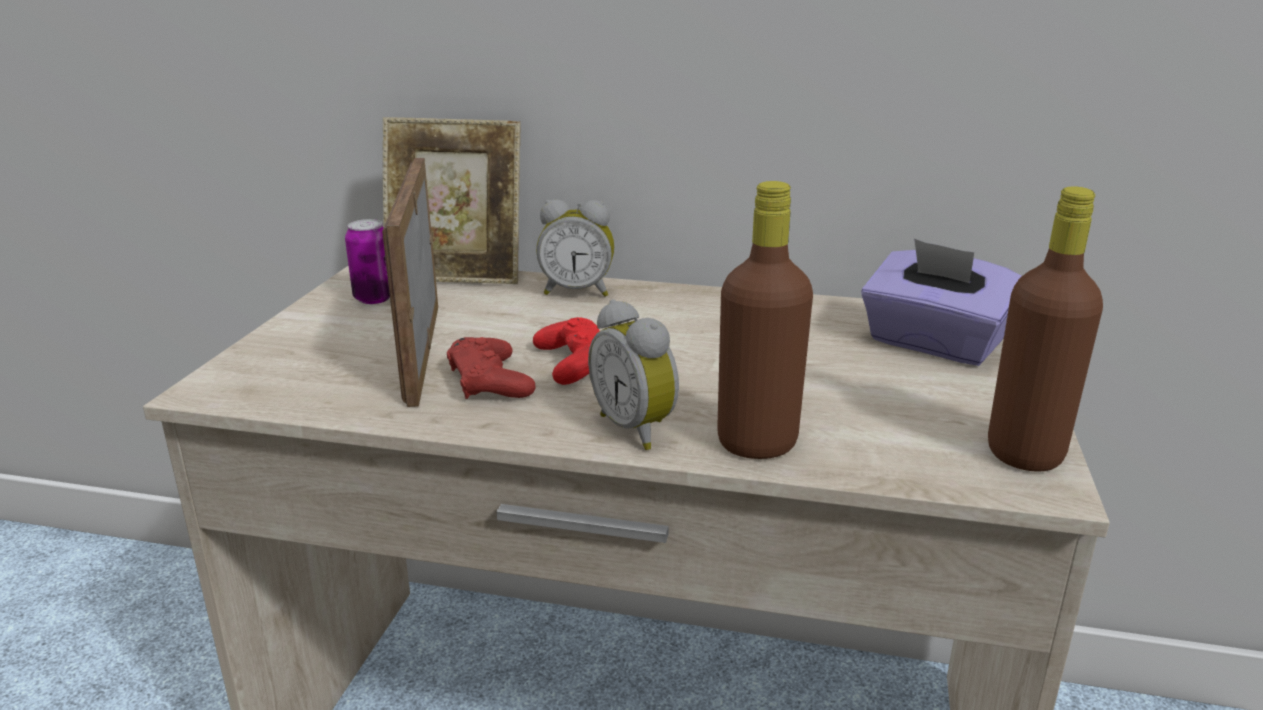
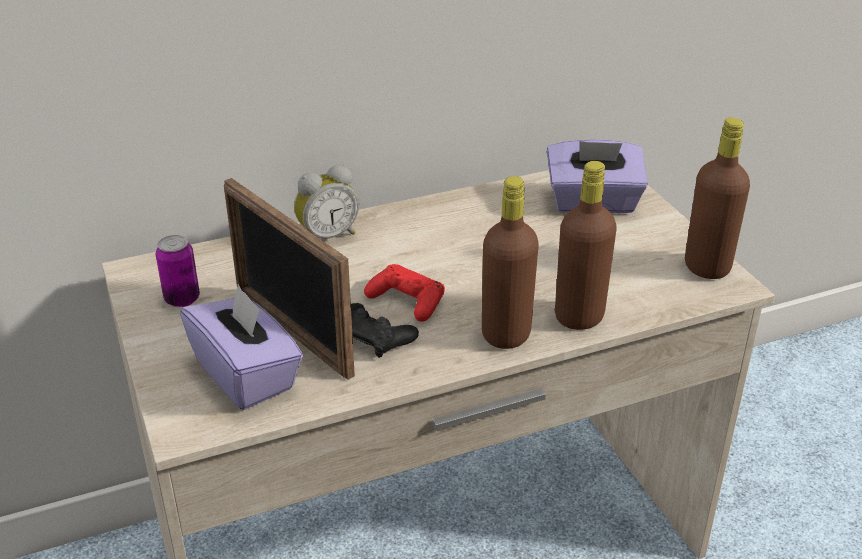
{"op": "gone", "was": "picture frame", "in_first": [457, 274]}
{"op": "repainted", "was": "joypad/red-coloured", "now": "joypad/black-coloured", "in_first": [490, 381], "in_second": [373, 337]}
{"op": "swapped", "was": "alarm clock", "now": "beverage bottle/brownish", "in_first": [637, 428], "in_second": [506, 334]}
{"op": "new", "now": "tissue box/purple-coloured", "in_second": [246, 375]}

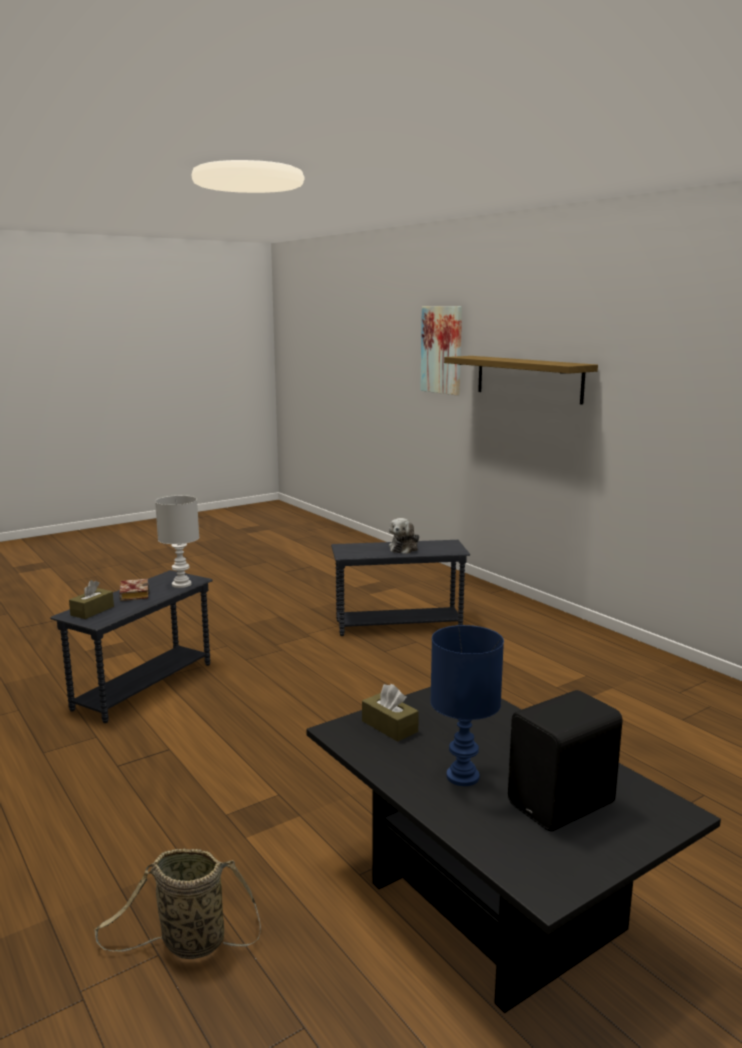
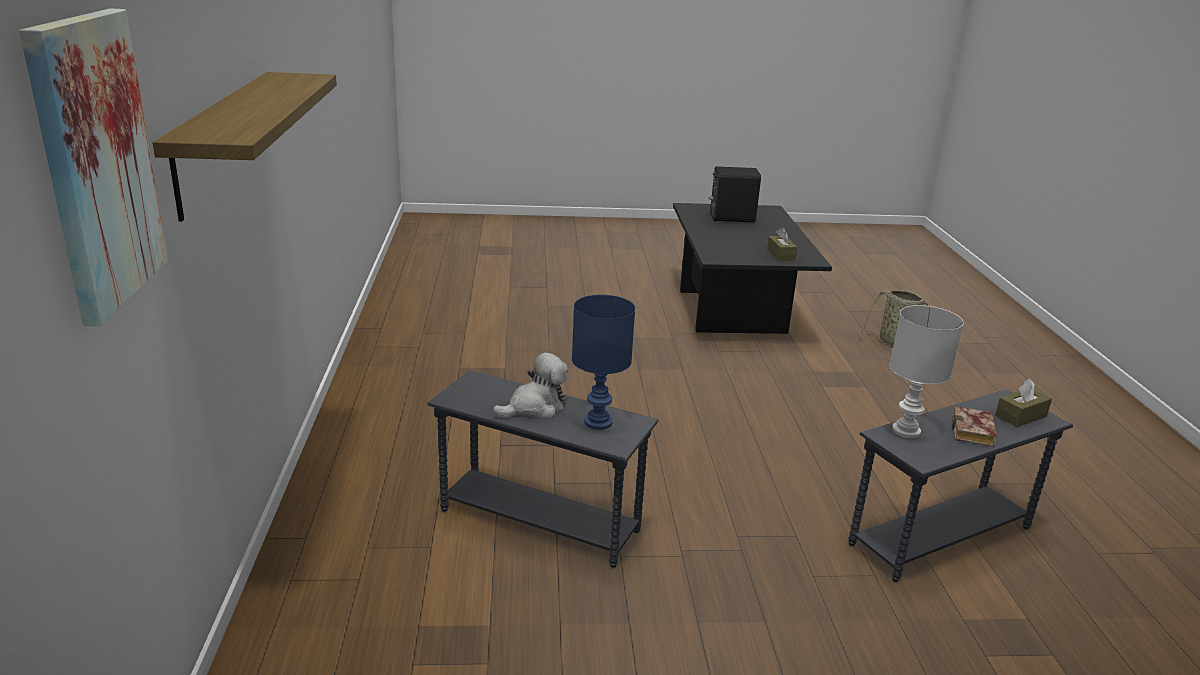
{"op": "shifted", "was": "lamp for a table/bluish", "in_first": [464, 777], "in_second": [597, 422]}

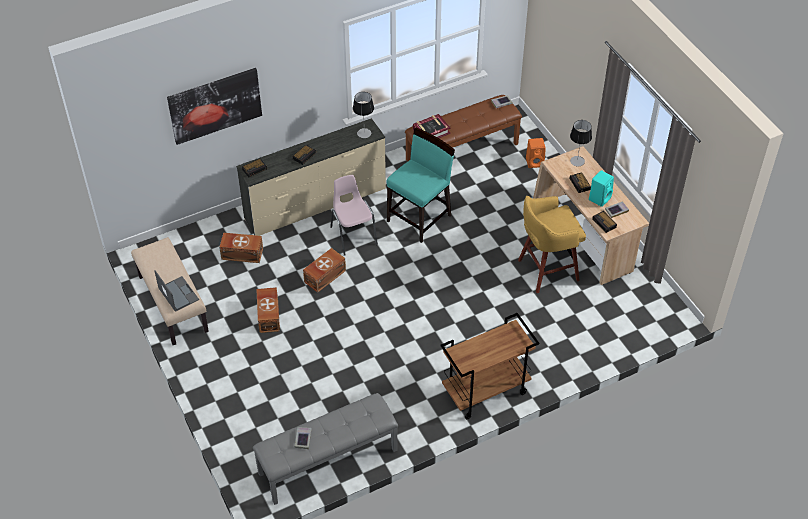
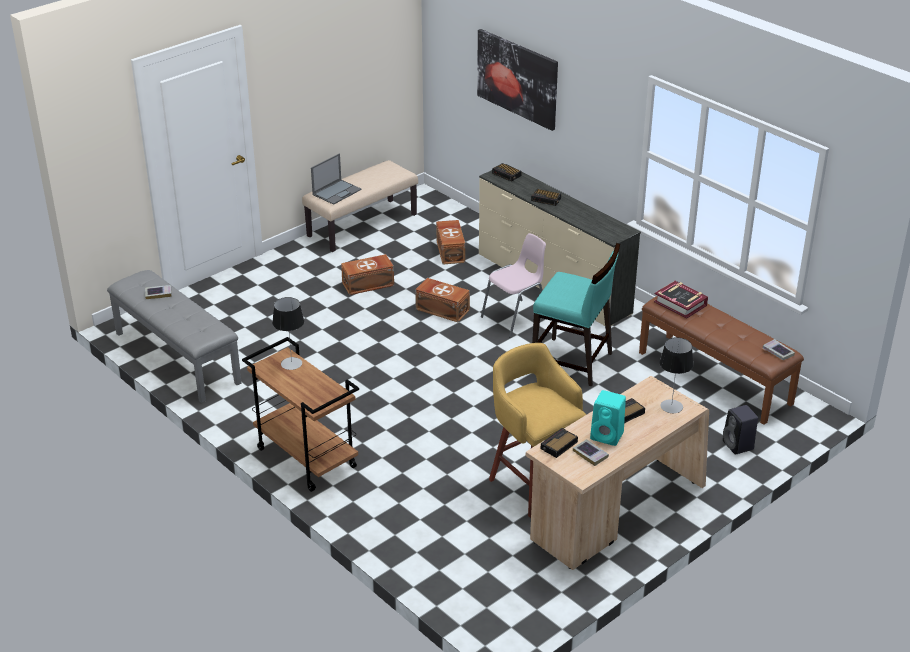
{"op": "shifted", "was": "lamp for a table", "in_first": [364, 133], "in_second": [291, 363]}
{"op": "repainted", "was": "speaker/orange", "now": "speaker/black-coloured", "in_first": [535, 162], "in_second": [738, 446]}

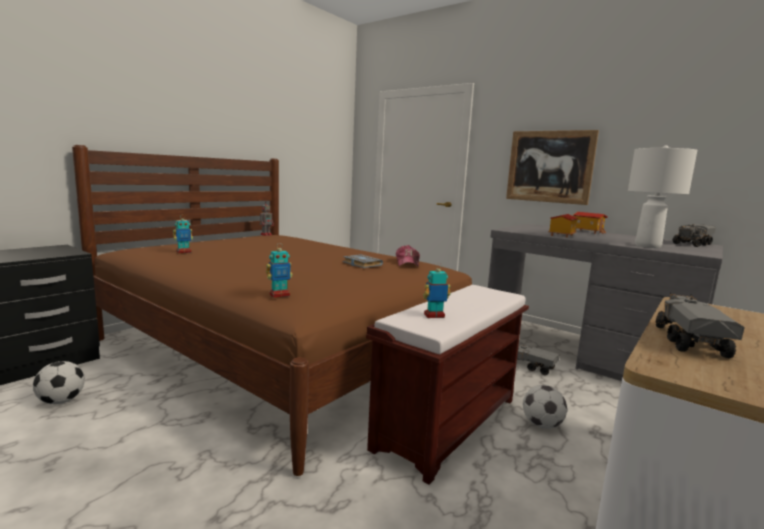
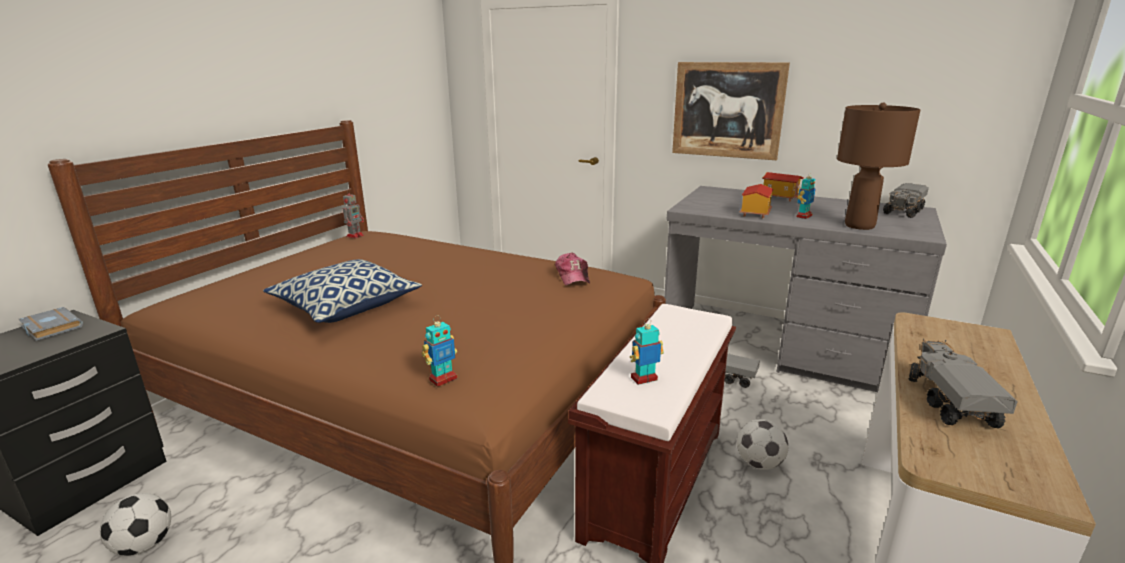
{"op": "shifted", "was": "toy robot", "in_first": [183, 252], "in_second": [803, 216]}
{"op": "shifted", "was": "book/gray", "in_first": [361, 264], "in_second": [50, 328]}
{"op": "repainted", "was": "lamp for a table/white", "now": "lamp for a table/brownish", "in_first": [647, 246], "in_second": [859, 225]}
{"op": "new", "now": "throw pillow", "in_second": [346, 306]}

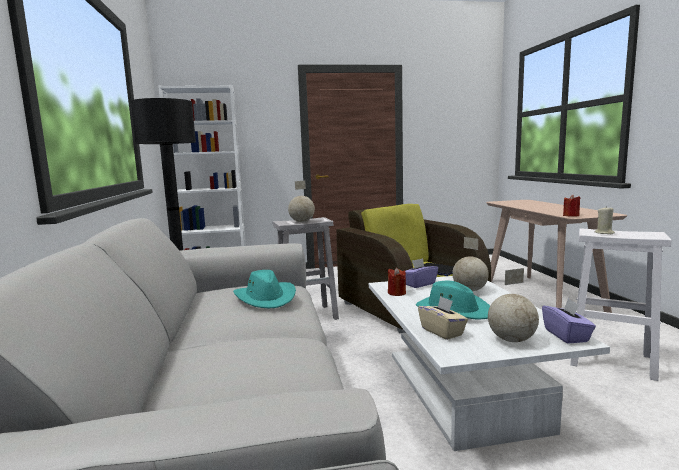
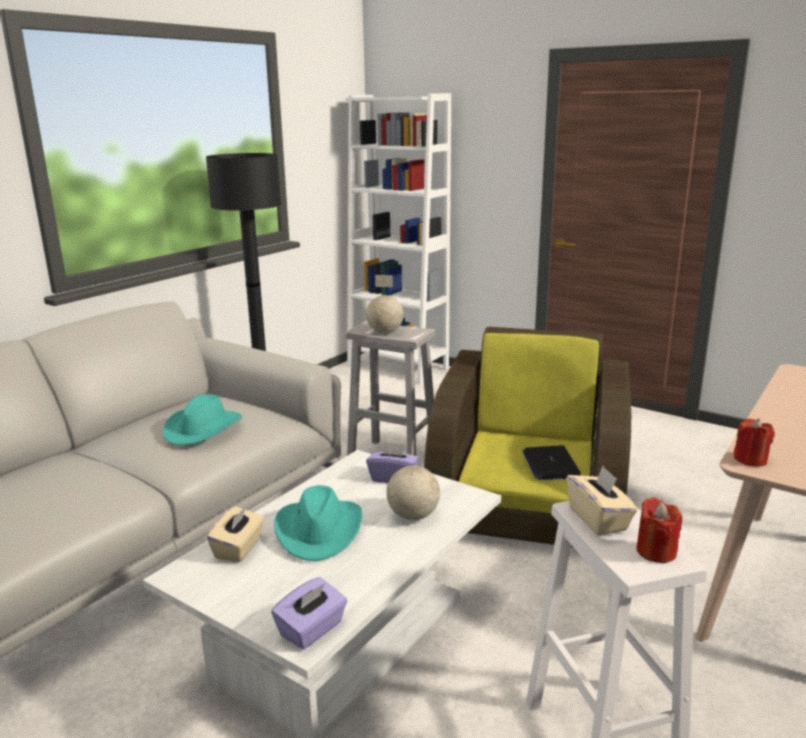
{"op": "shifted", "was": "candle/red-coloured", "in_first": [396, 293], "in_second": [656, 551]}
{"op": "gone", "was": "globe", "in_first": [511, 340]}
{"op": "swapped", "was": "candle/beige-coloured", "now": "tissue box/beige-coloured", "in_first": [604, 233], "in_second": [598, 519]}

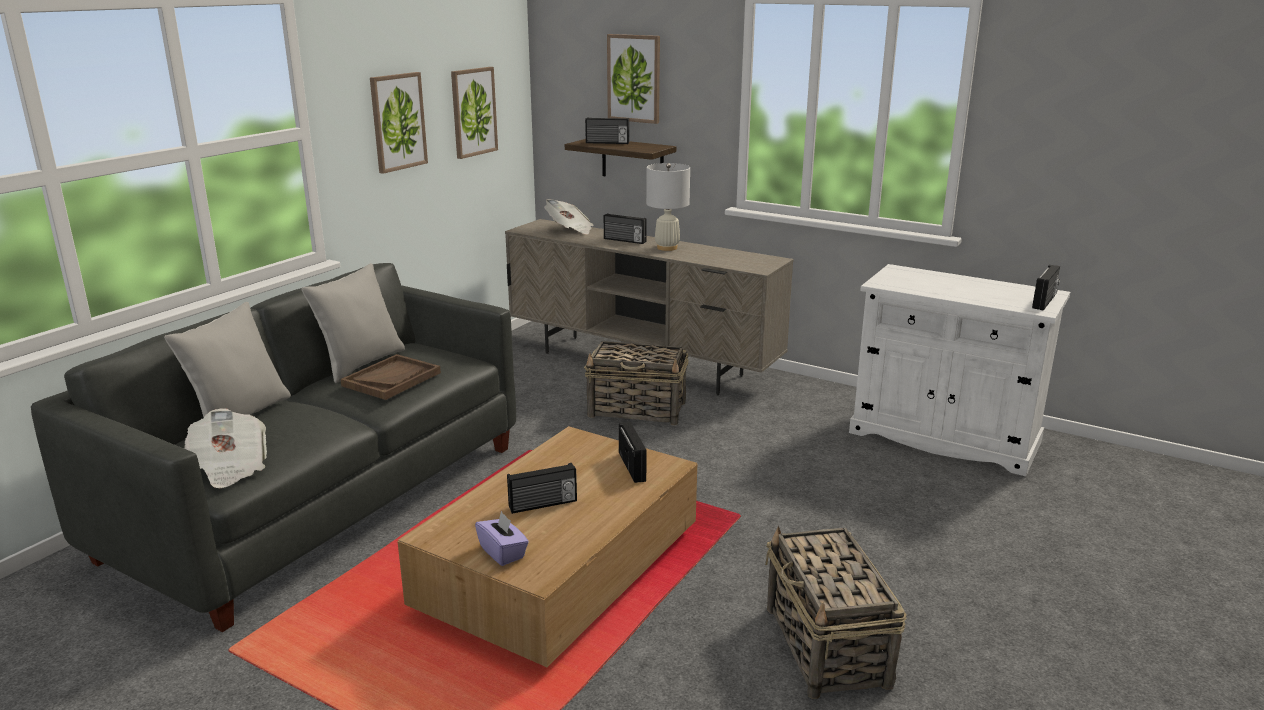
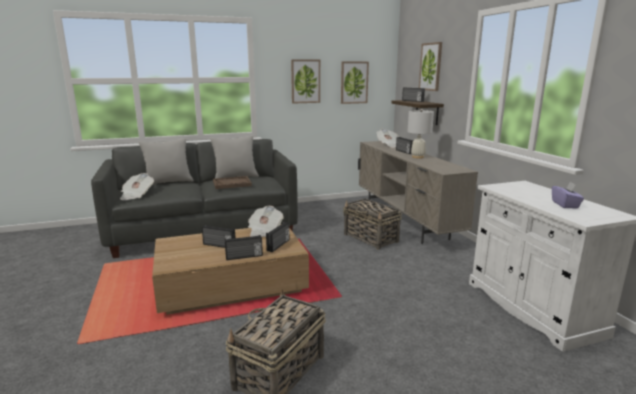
{"op": "shifted", "was": "tissue box/purple-coloured", "in_first": [503, 552], "in_second": [565, 205]}
{"op": "shifted", "was": "radio receiver", "in_first": [1045, 302], "in_second": [244, 257]}
{"op": "new", "now": "newspaper", "in_second": [264, 231]}

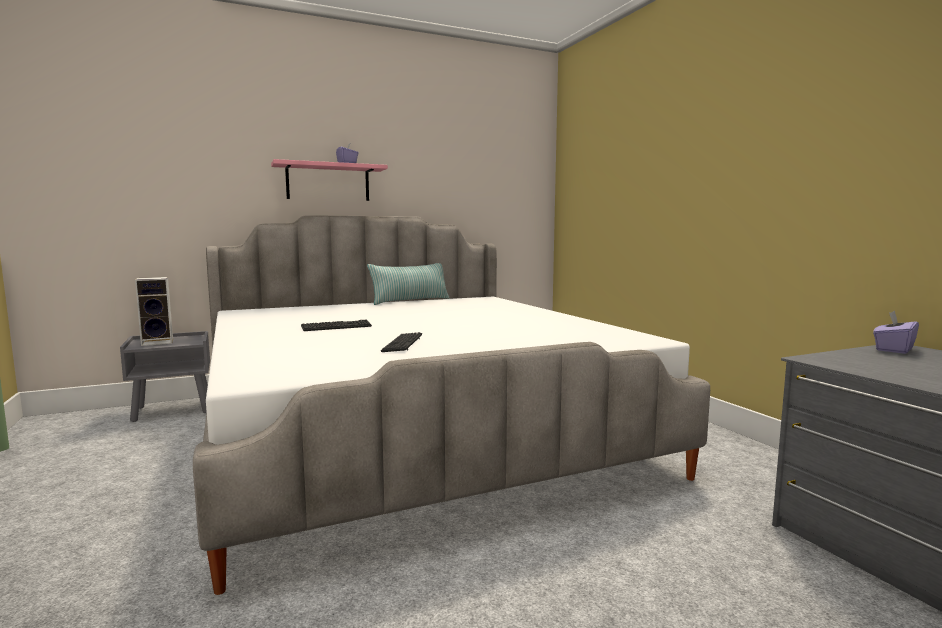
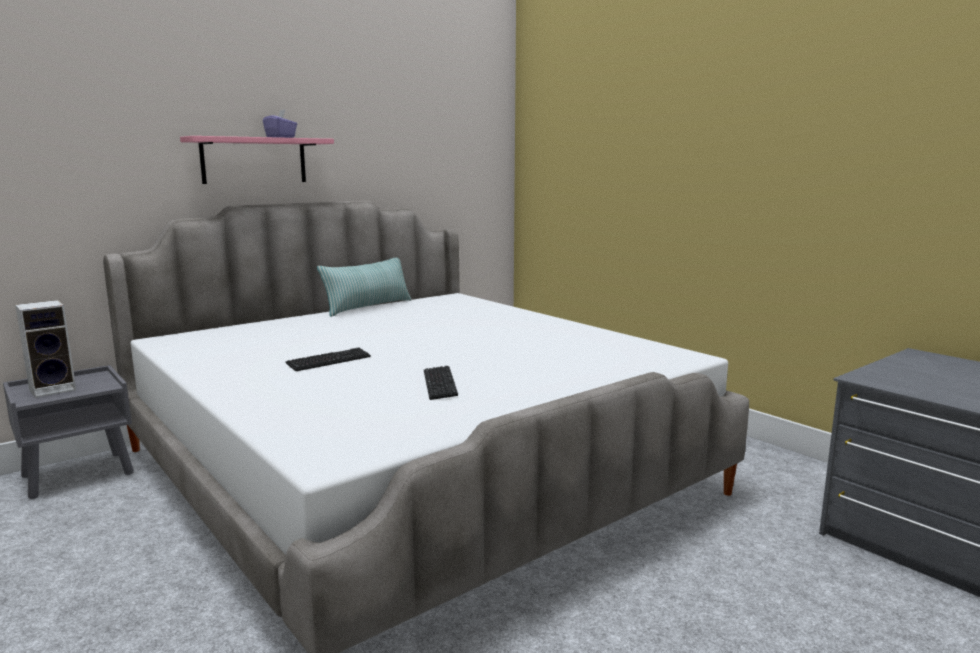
{"op": "gone", "was": "tissue box/purple-coloured", "in_first": [893, 349]}

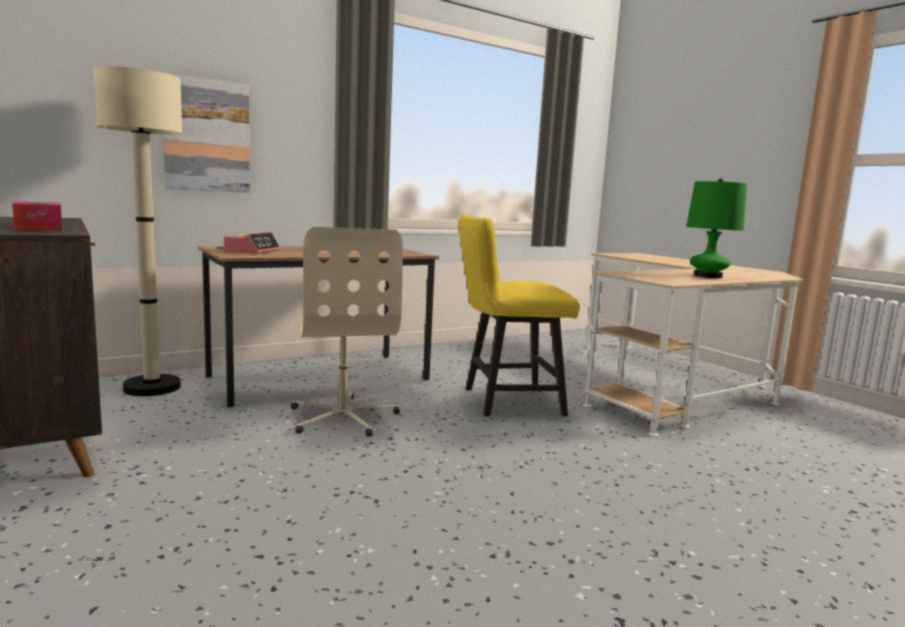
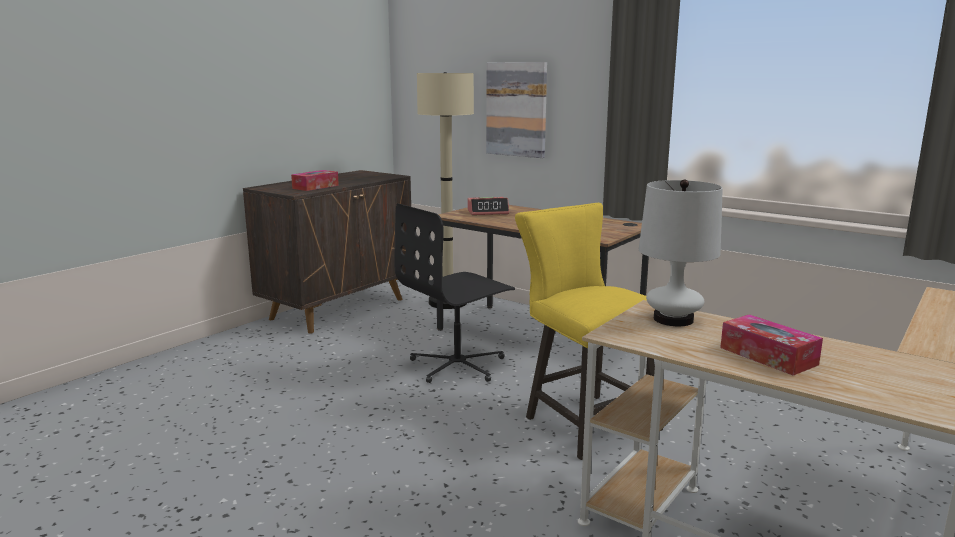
{"op": "repainted", "was": "desk chair/beige-coloured", "now": "desk chair/black-coloured", "in_first": [343, 417], "in_second": [458, 365]}
{"op": "swapped", "was": "lamp for a table/green", "now": "tissue box", "in_first": [708, 276], "in_second": [768, 356]}
{"op": "new", "now": "lamp for a table/white", "in_second": [673, 319]}

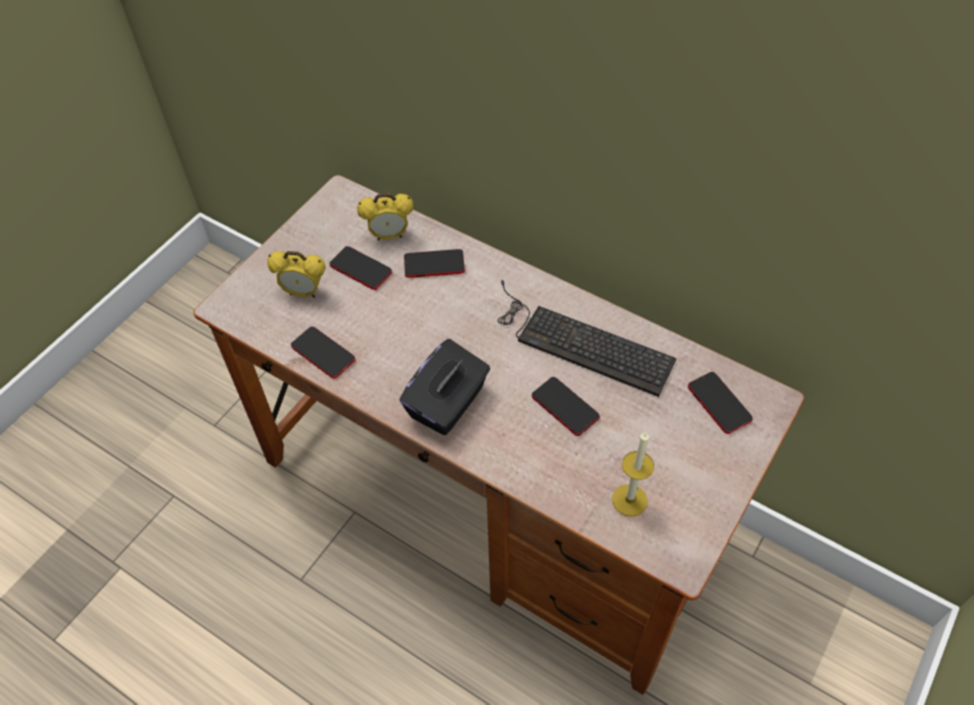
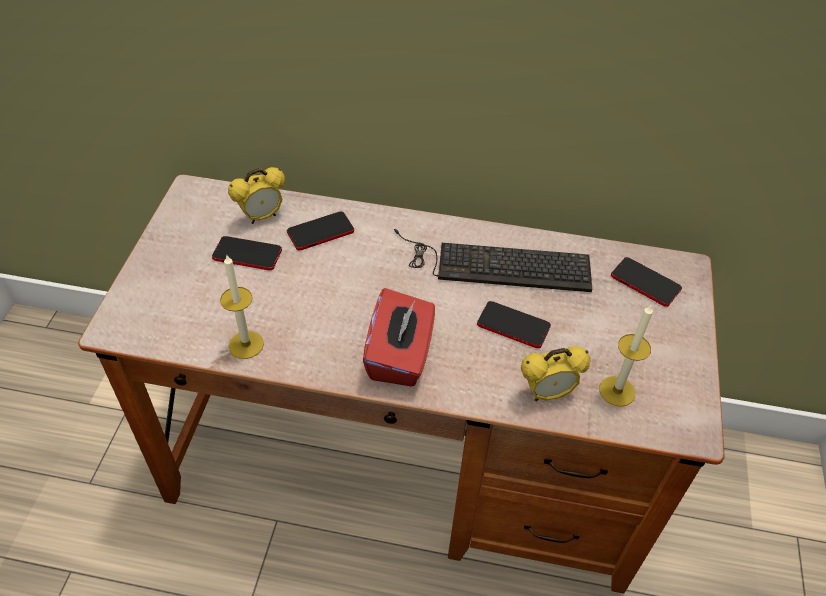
{"op": "shifted", "was": "alarm clock", "in_first": [303, 292], "in_second": [547, 393]}
{"op": "swapped", "was": "telephone", "now": "candle", "in_first": [323, 353], "in_second": [246, 344]}
{"op": "repainted", "was": "tissue box/black-coloured", "now": "tissue box/red-coloured", "in_first": [448, 404], "in_second": [400, 356]}

